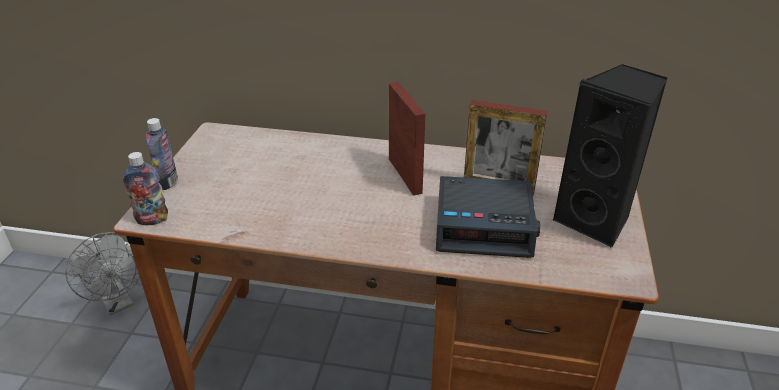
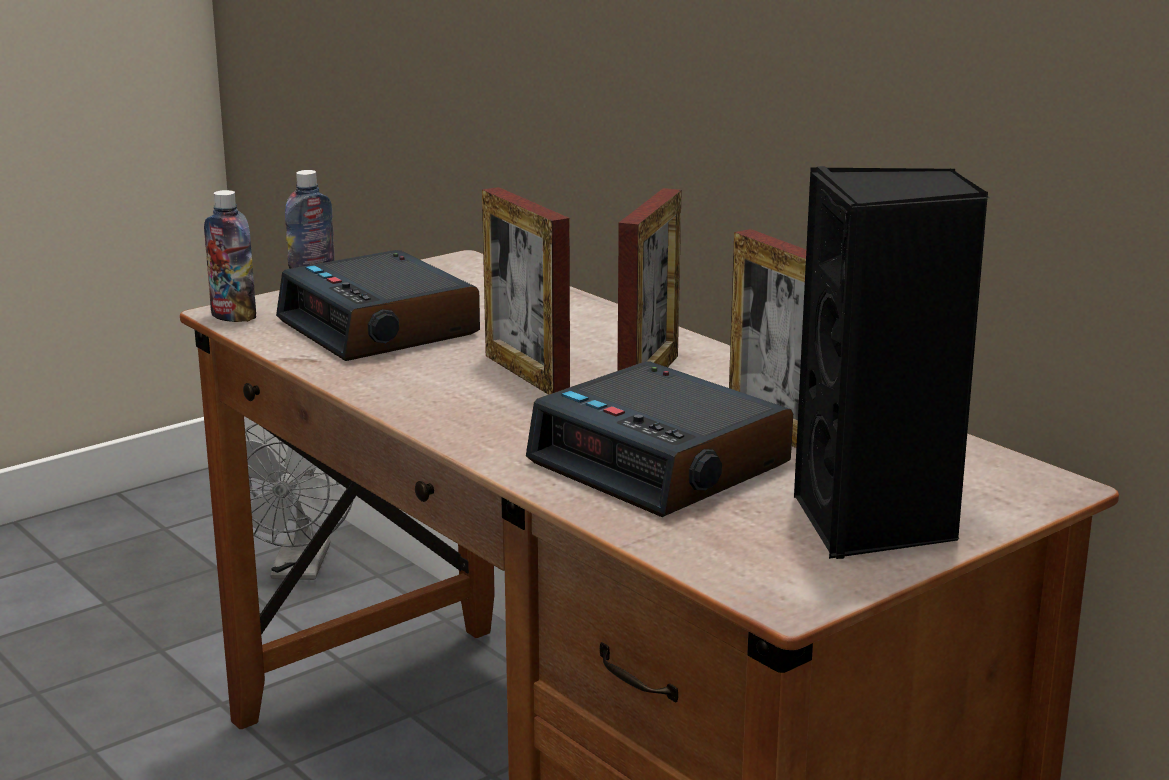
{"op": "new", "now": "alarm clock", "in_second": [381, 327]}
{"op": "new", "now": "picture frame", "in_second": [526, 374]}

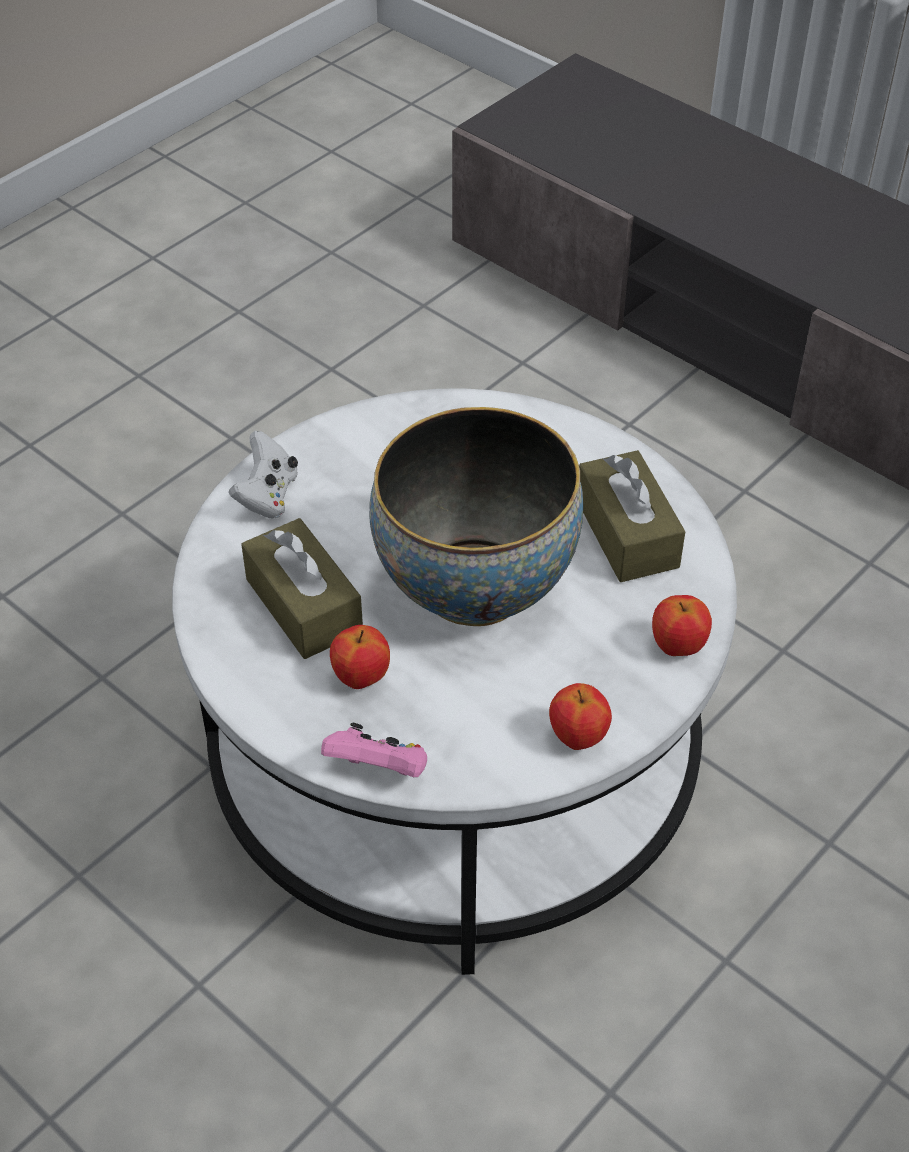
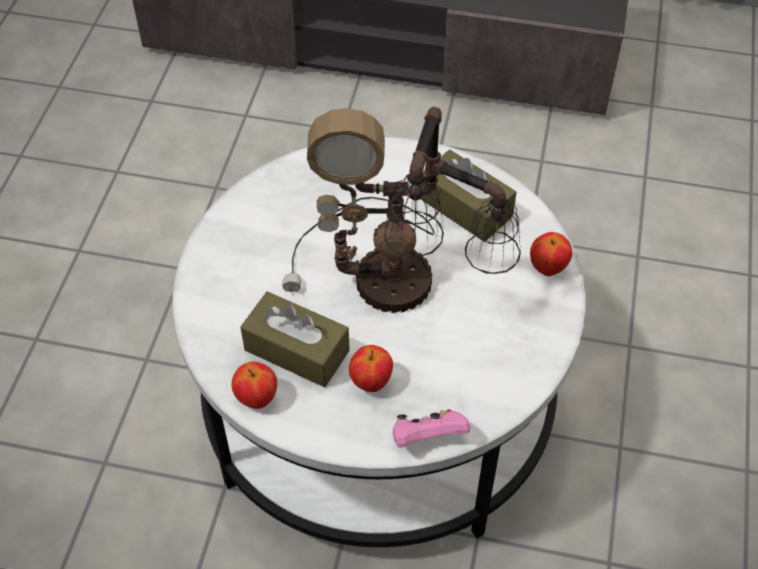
{"op": "gone", "was": "joypad/white", "in_first": [267, 496]}
{"op": "swapped", "was": "bowl", "now": "lamp for a table", "in_first": [475, 586], "in_second": [398, 285]}
{"op": "shifted", "was": "apple fruit", "in_first": [578, 737], "in_second": [257, 398]}

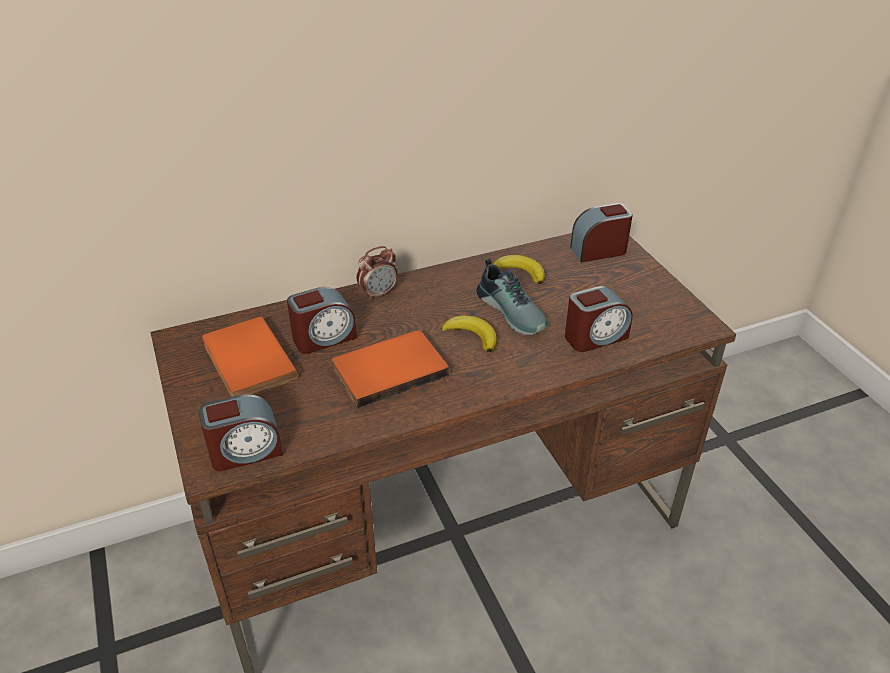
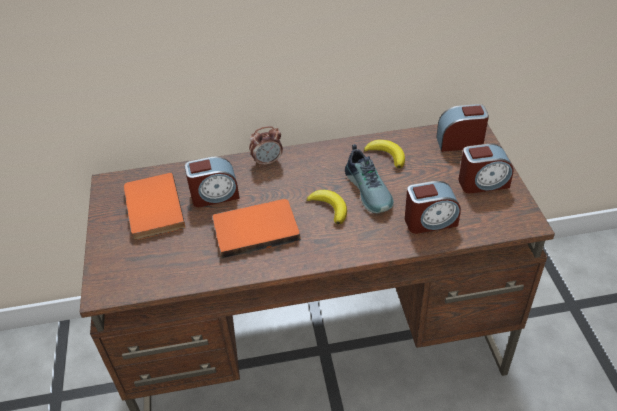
{"op": "shifted", "was": "alarm clock", "in_first": [245, 451], "in_second": [483, 183]}

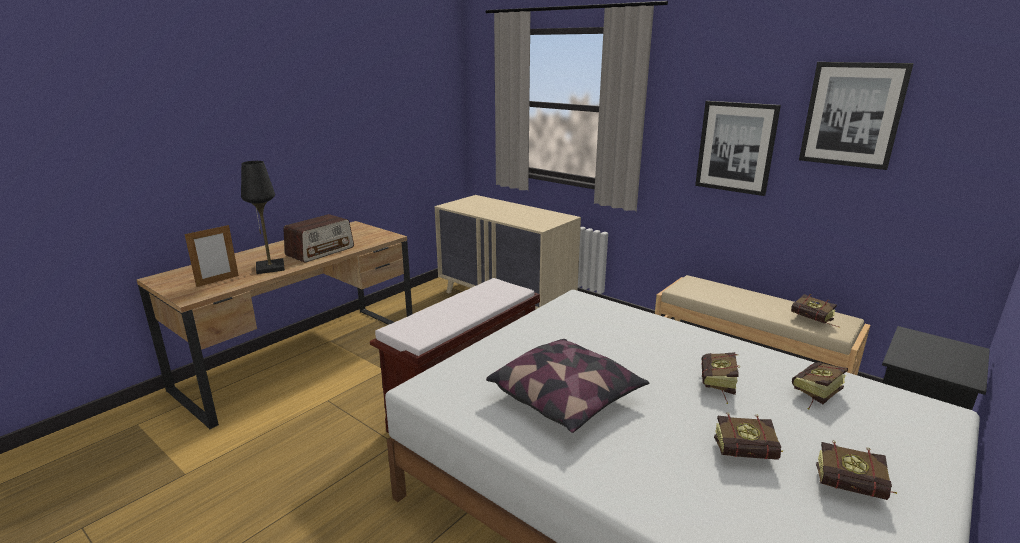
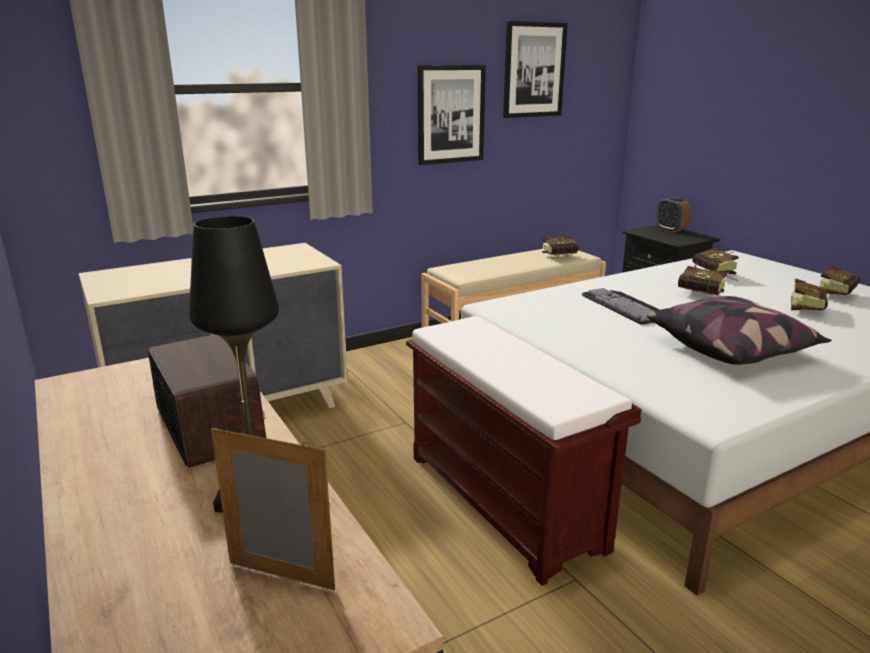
{"op": "rotated", "was": "picture frame", "in_first": [218, 281], "in_second": [281, 575], "clockwise": -45}
{"op": "new", "now": "computer keyboard", "in_second": [627, 306]}
{"op": "new", "now": "alarm clock", "in_second": [670, 229]}

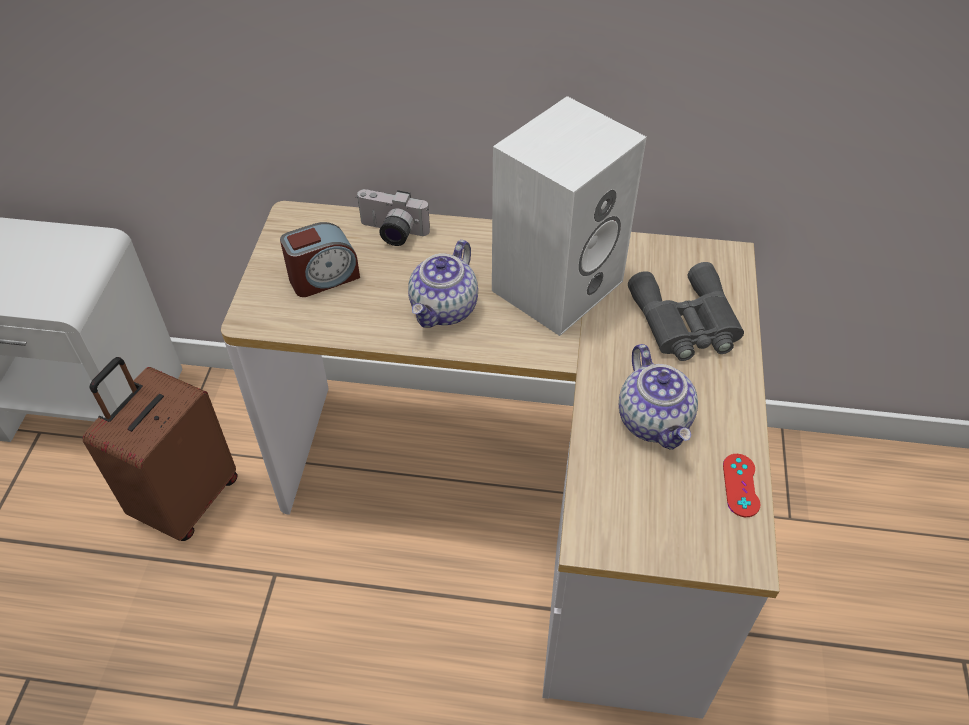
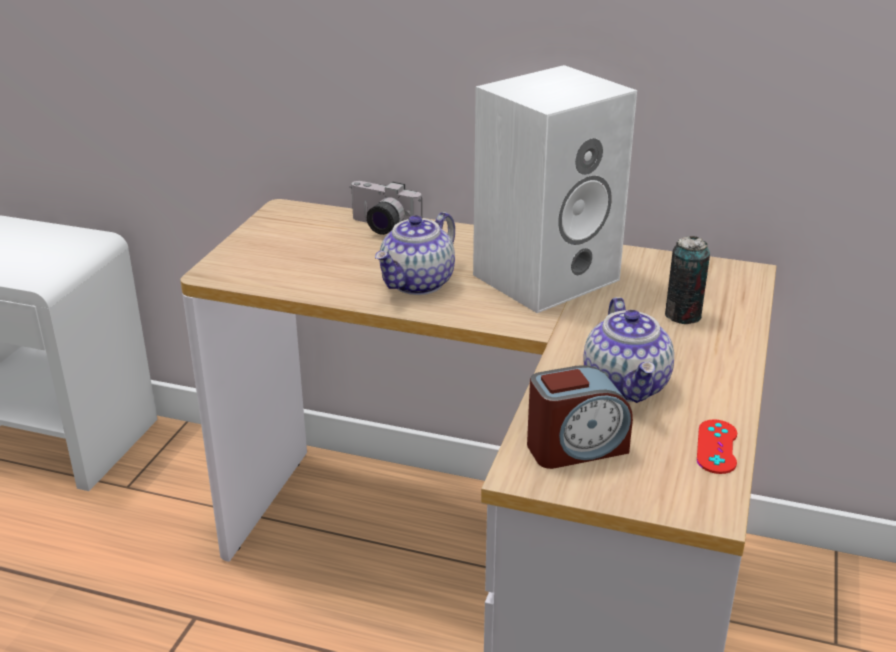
{"op": "gone", "was": "piece of luggage/brownish", "in_first": [185, 499]}
{"op": "shifted", "was": "alarm clock", "in_first": [323, 278], "in_second": [576, 447]}
{"op": "swapped", "was": "binoculars/gray", "now": "sealed can", "in_first": [685, 323], "in_second": [683, 316]}

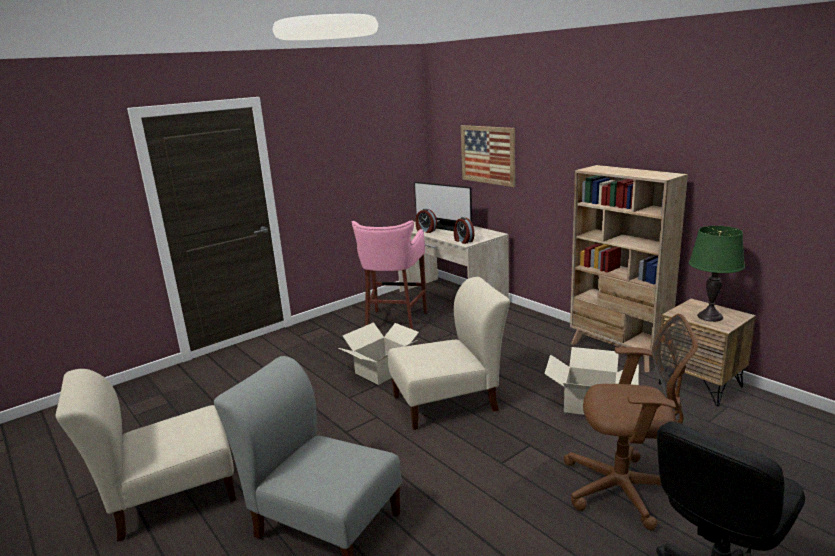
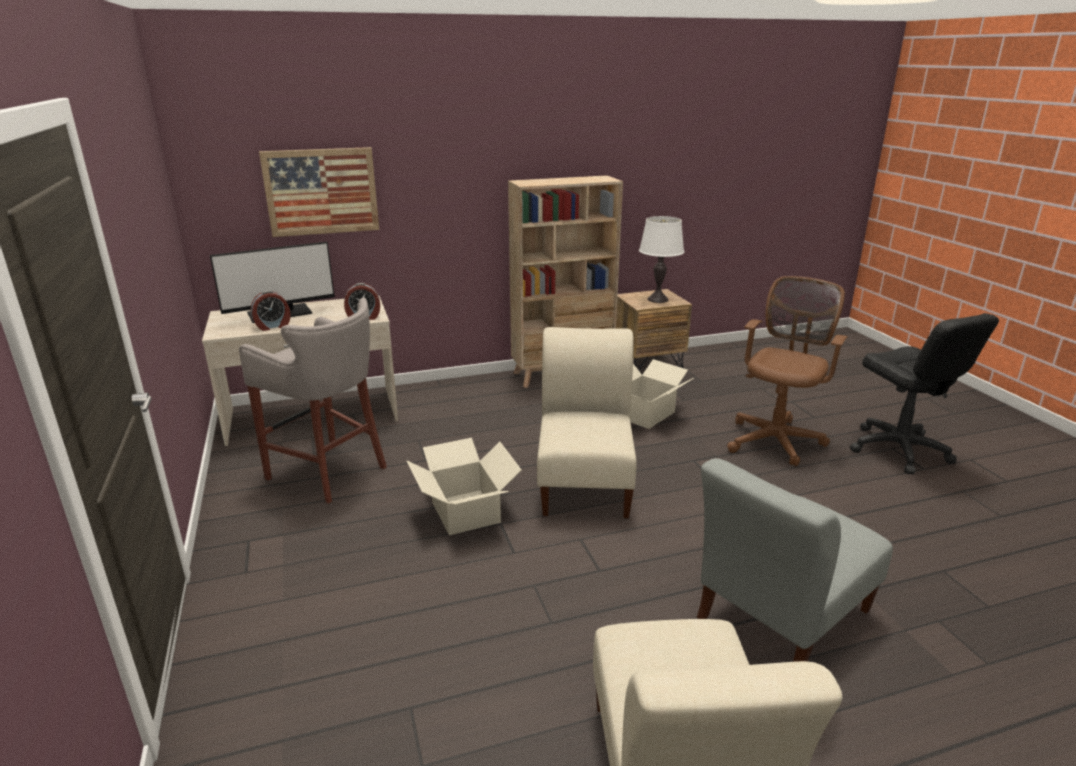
{"op": "repainted", "was": "stool/pink", "now": "stool/gray", "in_first": [394, 323], "in_second": [330, 472]}
{"op": "repainted", "was": "lamp for a table/green", "now": "lamp for a table/white", "in_first": [710, 316], "in_second": [657, 299]}

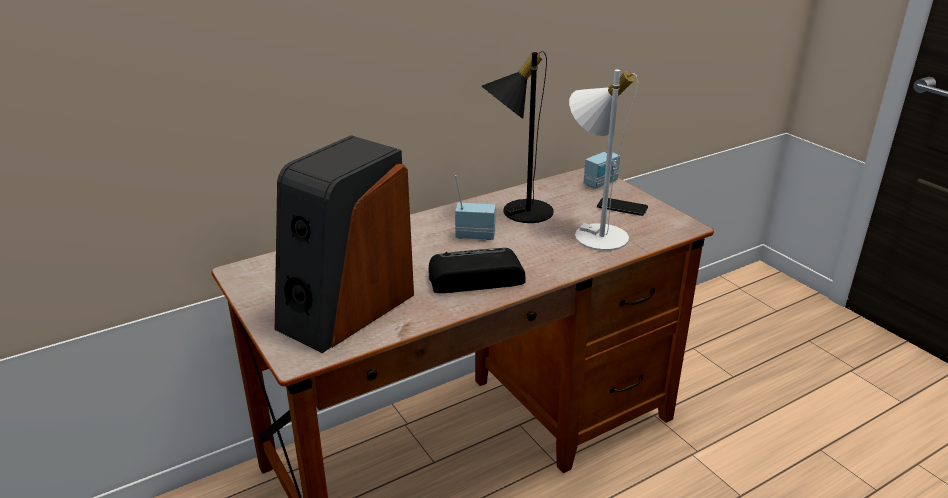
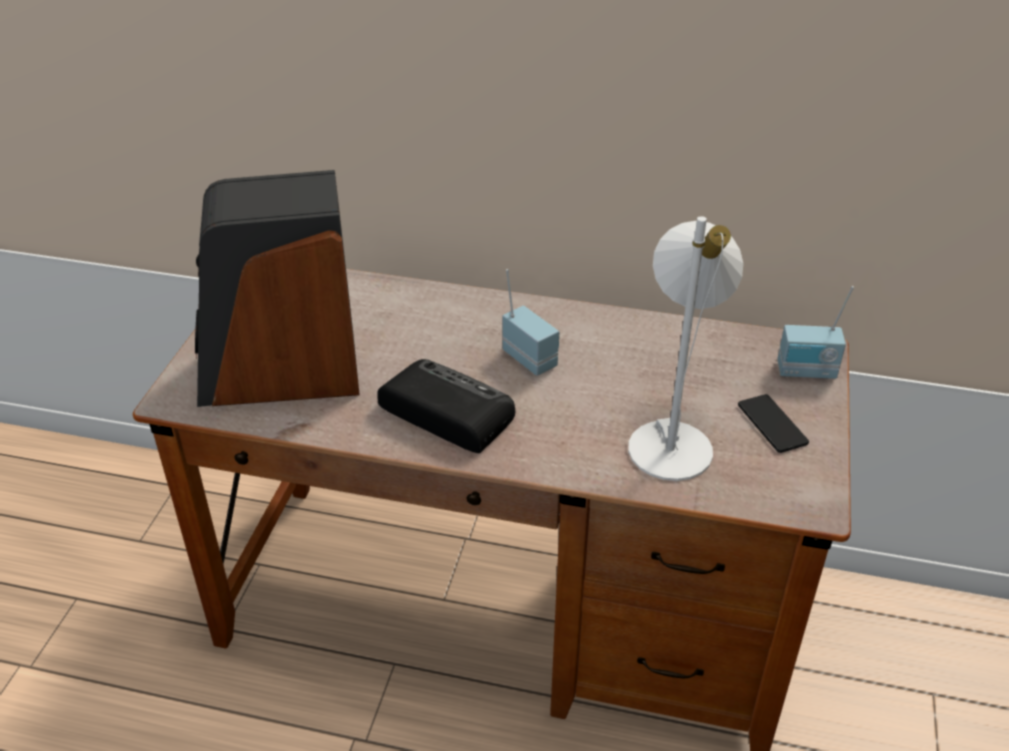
{"op": "gone", "was": "lamp for a table/black-coloured", "in_first": [517, 211]}

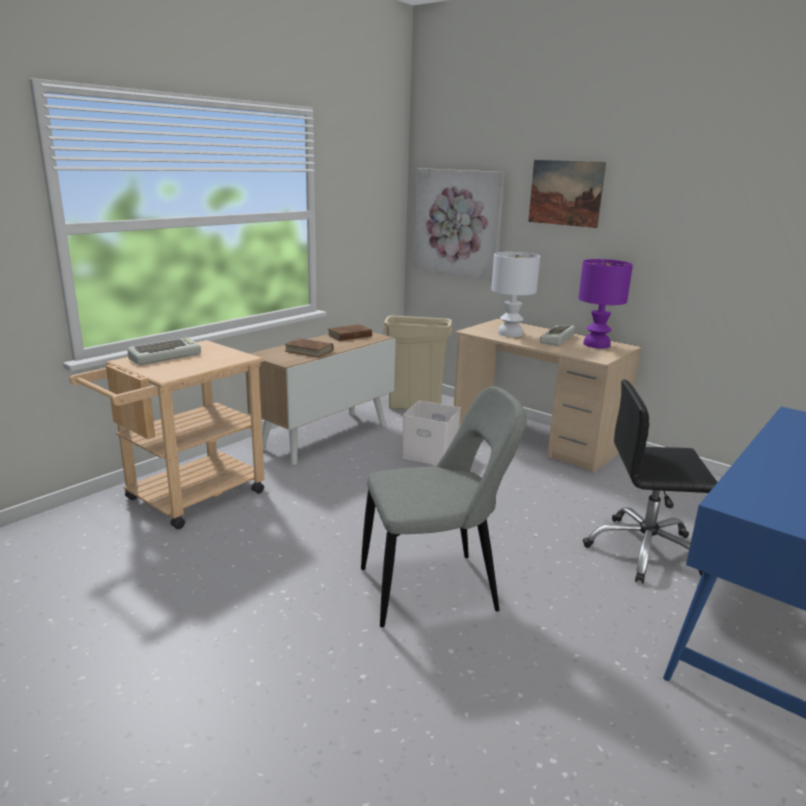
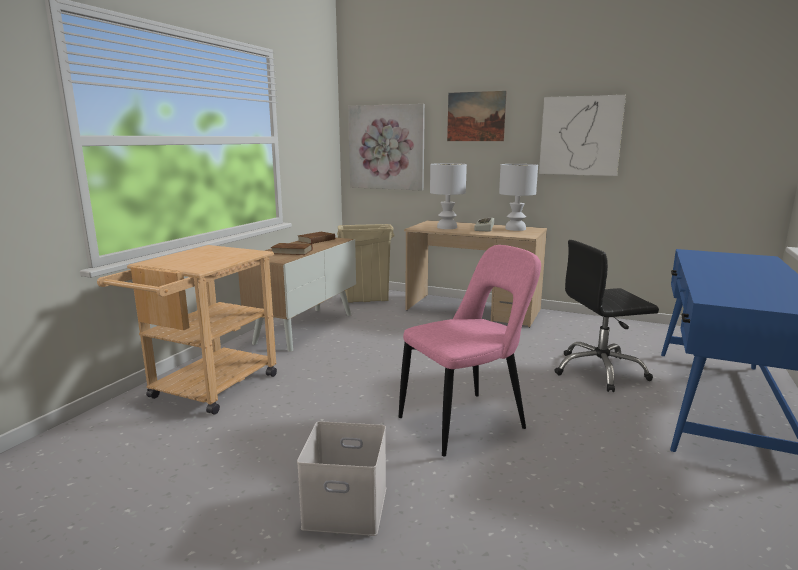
{"op": "gone", "was": "computer keyboard", "in_first": [165, 356]}
{"op": "repainted", "was": "upright chair/gray", "now": "upright chair/pink", "in_first": [435, 589], "in_second": [467, 422]}
{"op": "shifted", "was": "storage box/white", "in_first": [429, 453], "in_second": [343, 508]}
{"op": "repainted", "was": "lamp for a table/purple-coloured", "now": "lamp for a table/white", "in_first": [596, 345], "in_second": [515, 229]}
{"op": "new", "now": "picture", "in_second": [580, 136]}

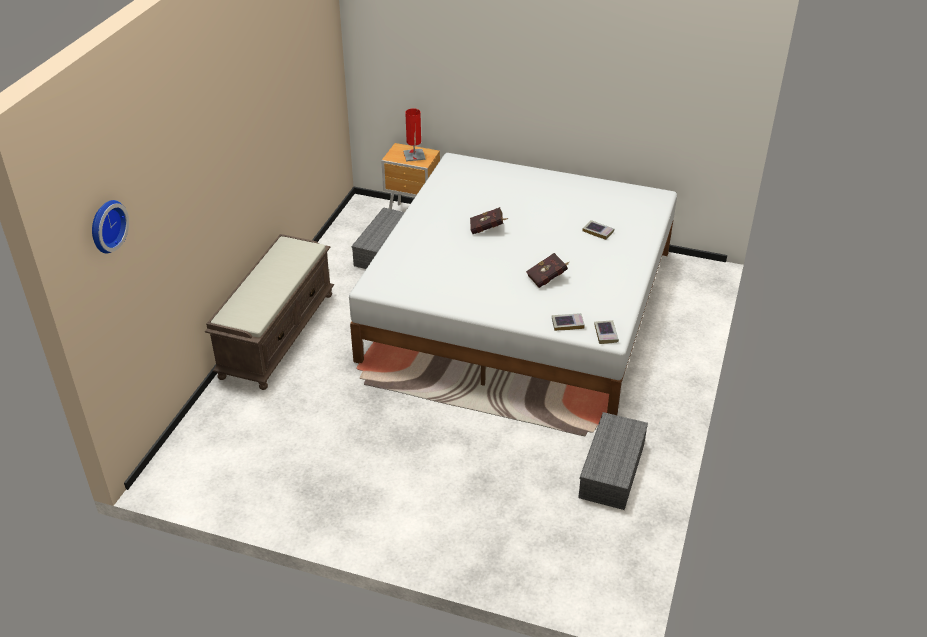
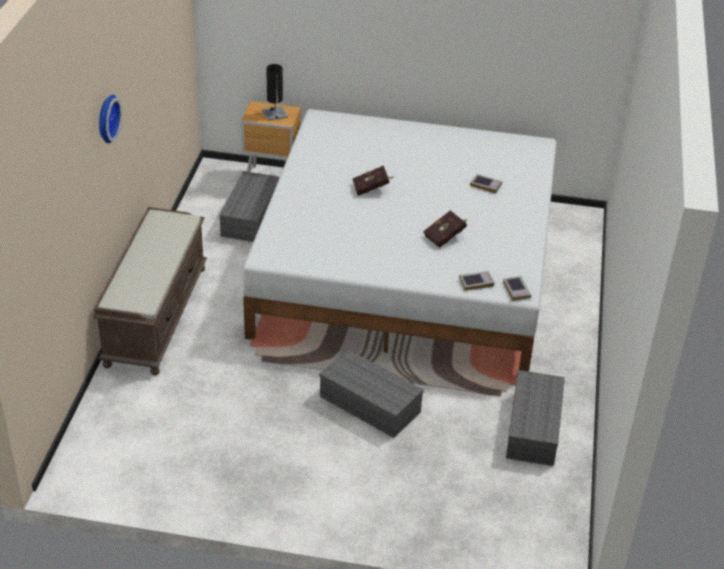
{"op": "shifted", "was": "clock on the wall", "in_first": [105, 225], "in_second": [106, 118]}
{"op": "repainted", "was": "lamp for a table/red-coloured", "now": "lamp for a table/black-coloured", "in_first": [414, 155], "in_second": [275, 114]}
{"op": "new", "now": "storage box/gray", "in_second": [371, 404]}

